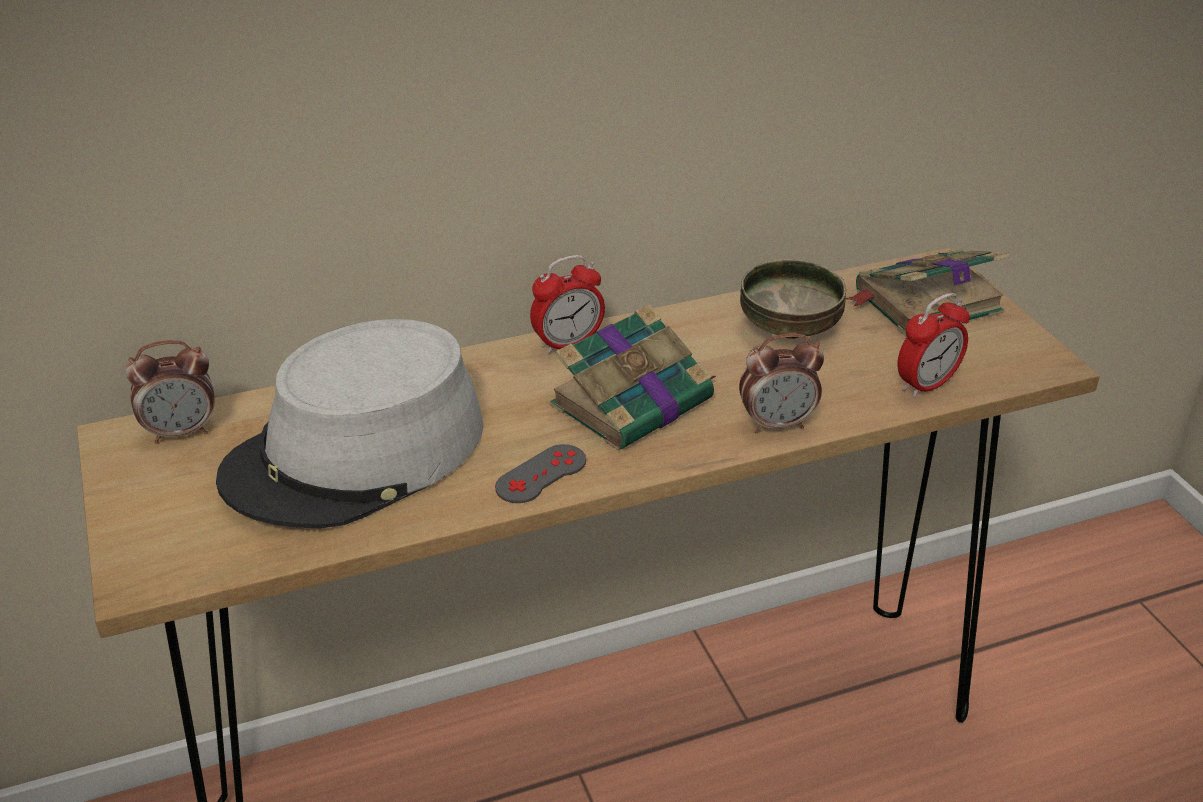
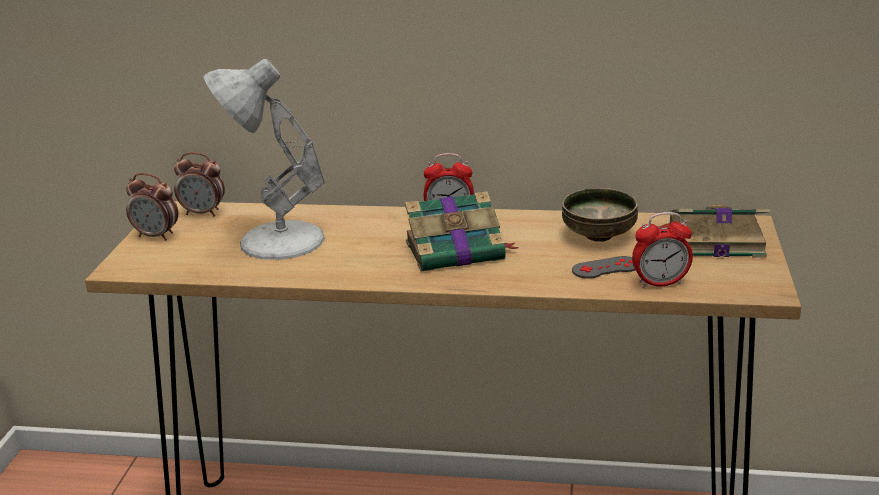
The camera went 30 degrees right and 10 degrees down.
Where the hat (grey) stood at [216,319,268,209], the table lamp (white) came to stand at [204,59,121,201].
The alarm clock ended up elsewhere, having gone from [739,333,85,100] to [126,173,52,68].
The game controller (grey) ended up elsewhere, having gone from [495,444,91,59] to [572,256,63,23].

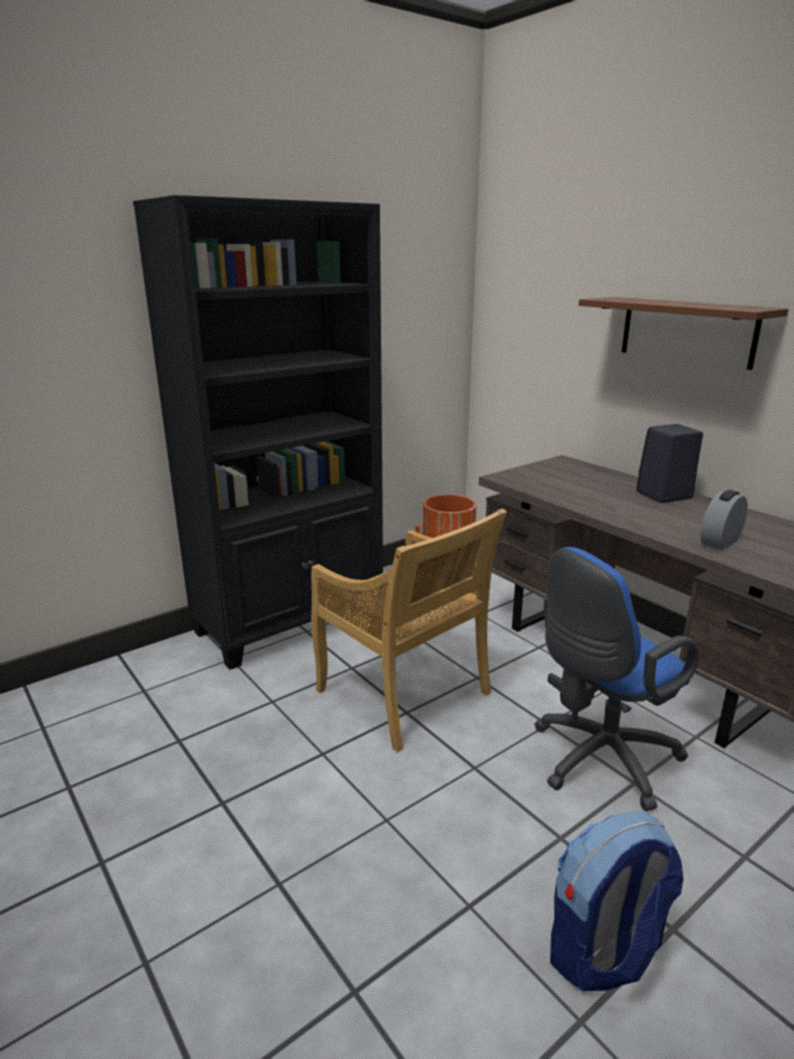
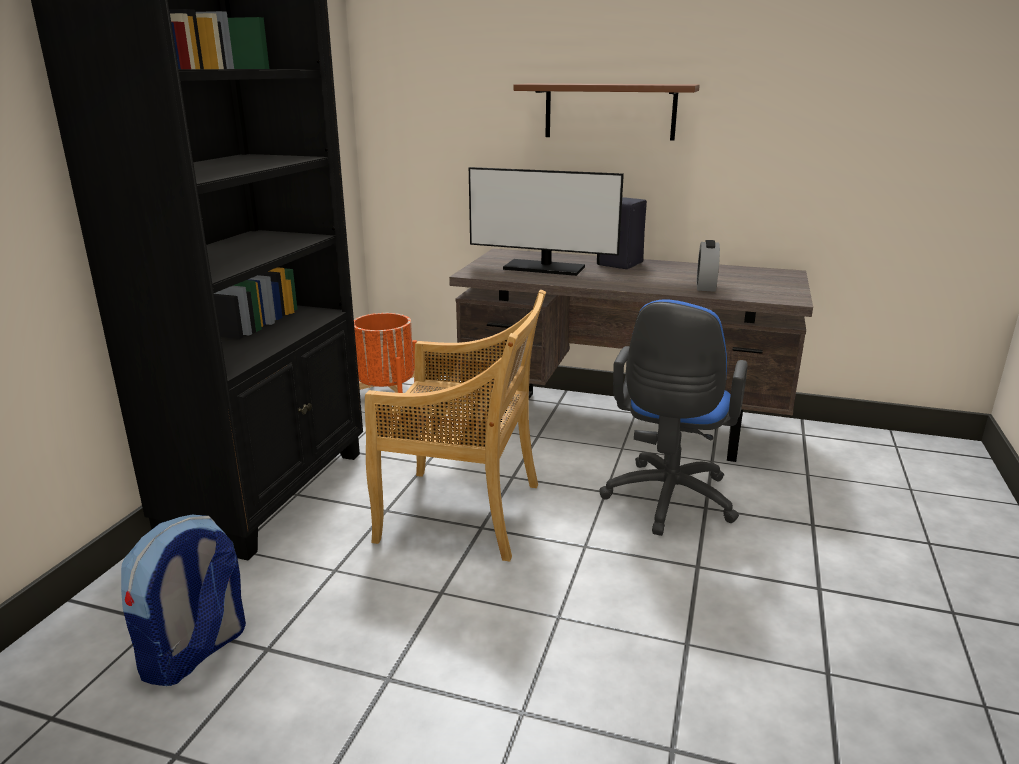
The camera went 35 degrees left and 0 degrees up.
The backpack ended up elsewhere, having gone from [550,811,134,180] to [121,515,125,171].
The second view gained the monitor at [469,167,155,109].

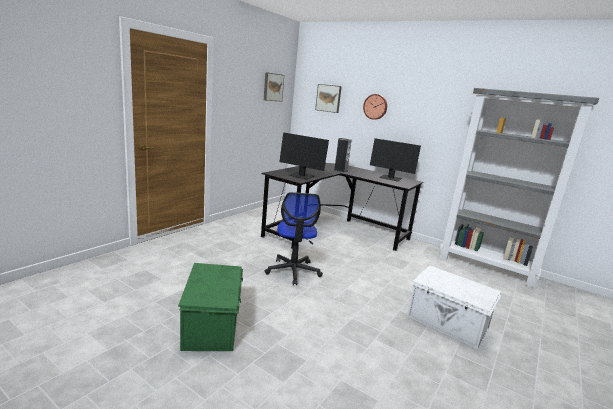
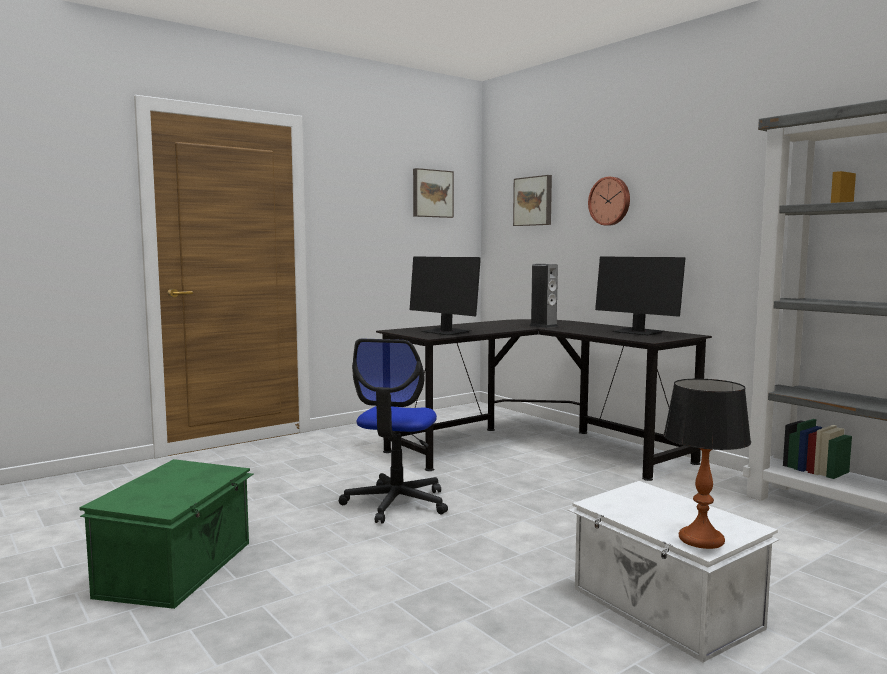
The camera went 20 degrees right and 10 degrees down.
The second view gained the table lamp at [663,379,88,170].

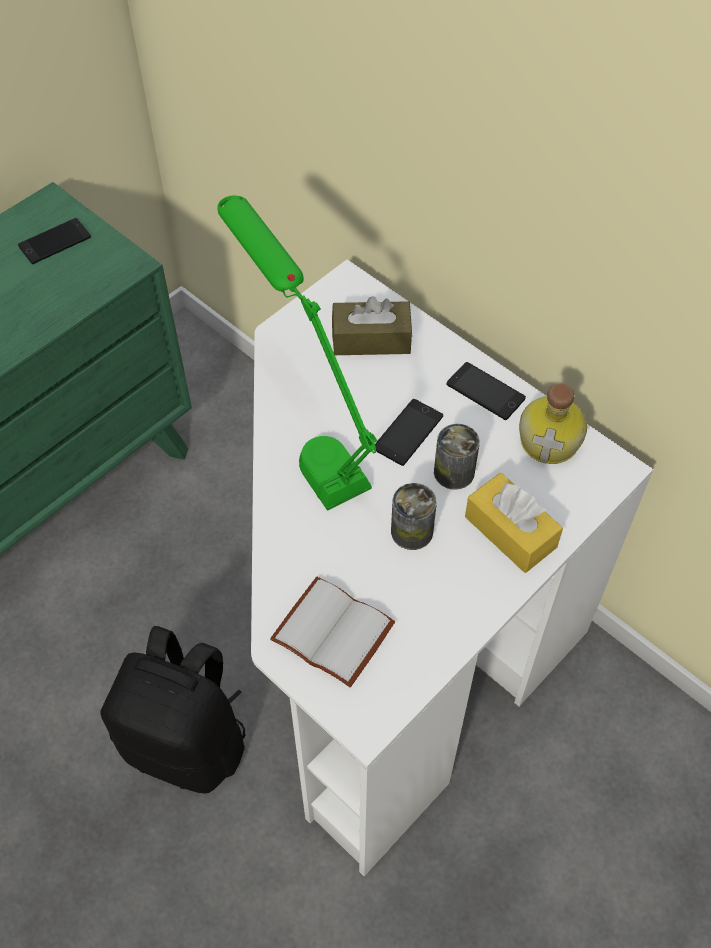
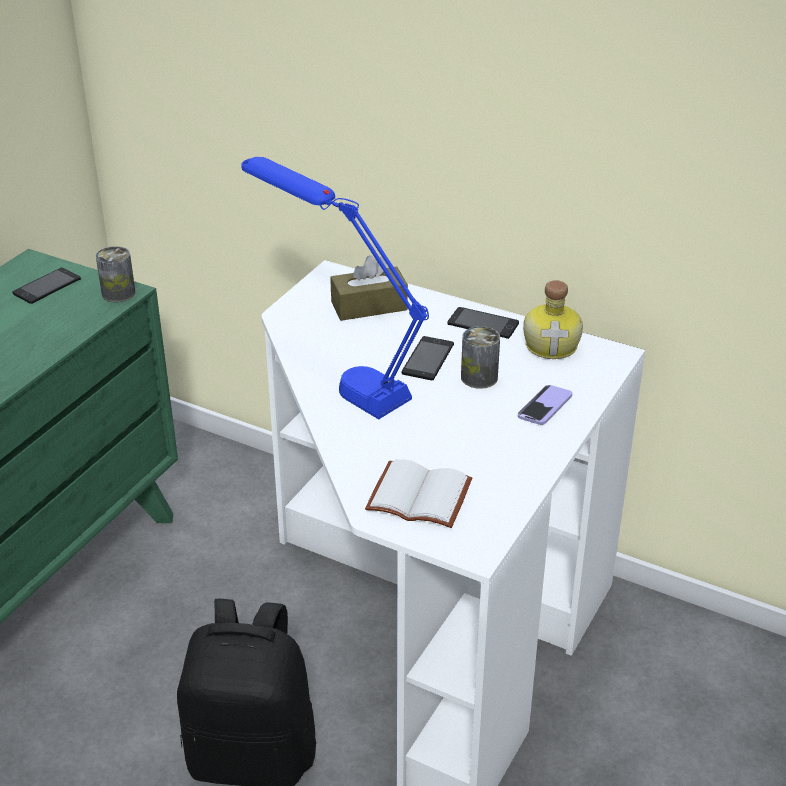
The camera went 15 degrees left and 20 degrees down.
What was the table lamp (green) at [217,196,160,315] turned into the table lamp (blue) at [241,157,188,262].
Where the tissue box (yellow) stood at [465,473,98,100], the phone came to stand at [518,385,54,40].
The can ended up elsewhere, having gone from [391,483,46,67] to [96,246,39,56].

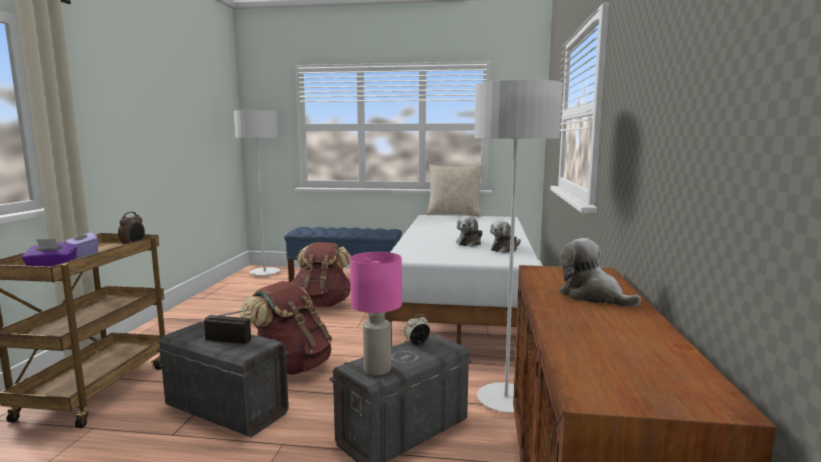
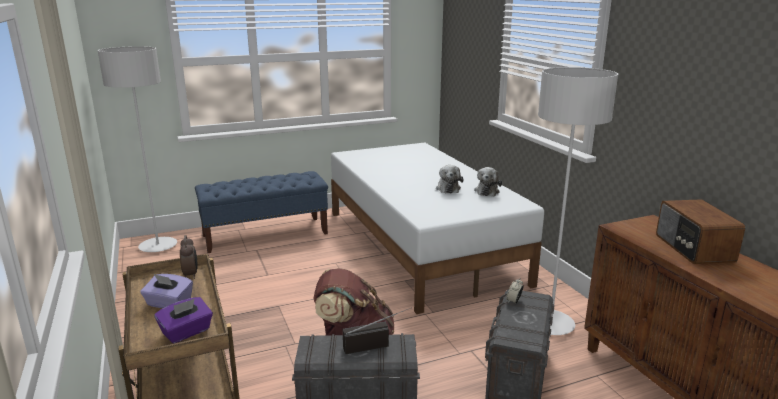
The camera went 30 degrees left and 10 degrees up.
The second view lost the pillow (beige) at [426,165,56,52].
Where the plush toy stood at [559,238,82,69], the radio came to stand at [656,199,89,65].
The second view lost the backpack (brown) at [291,242,60,65].
The second view lost the table lamp (pink) at [350,252,52,123].

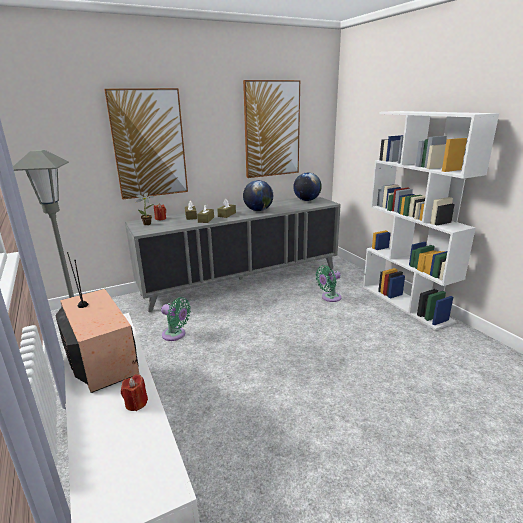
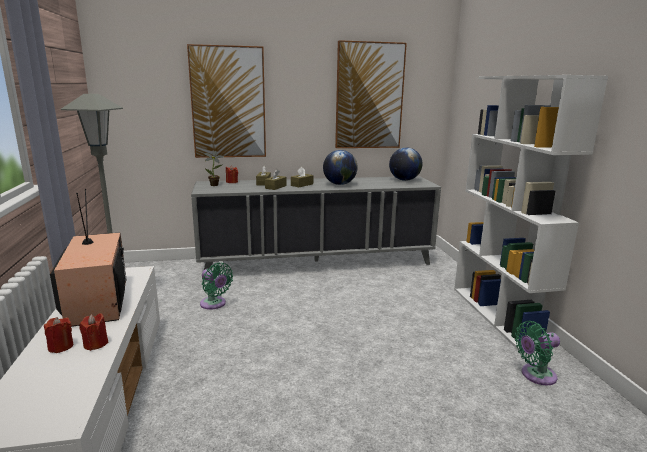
The camera went 15 degrees right and 5 degrees down.
The fan (green) ended up elsewhere, having gone from [316,265,25,37] to [515,321,45,64].
The second view gained the candle (red) at [44,317,29,36].

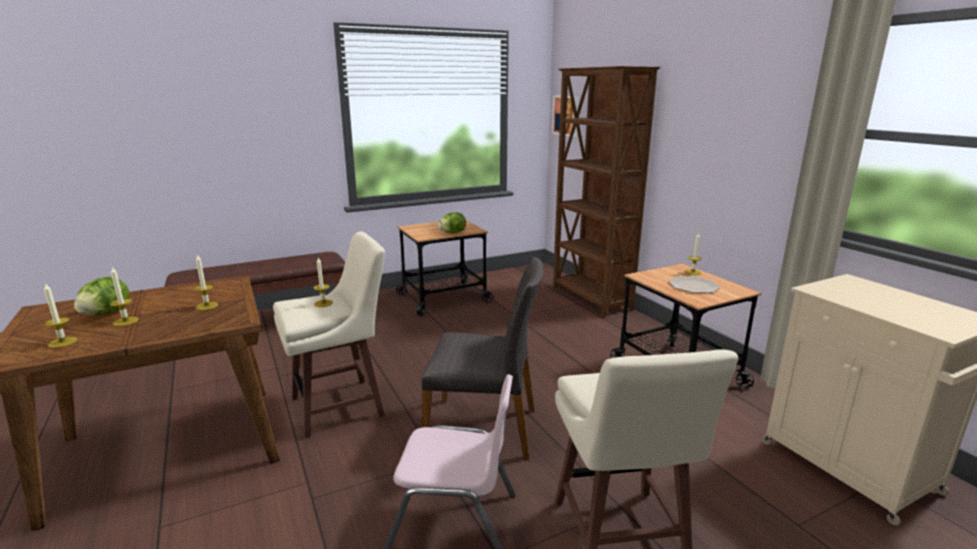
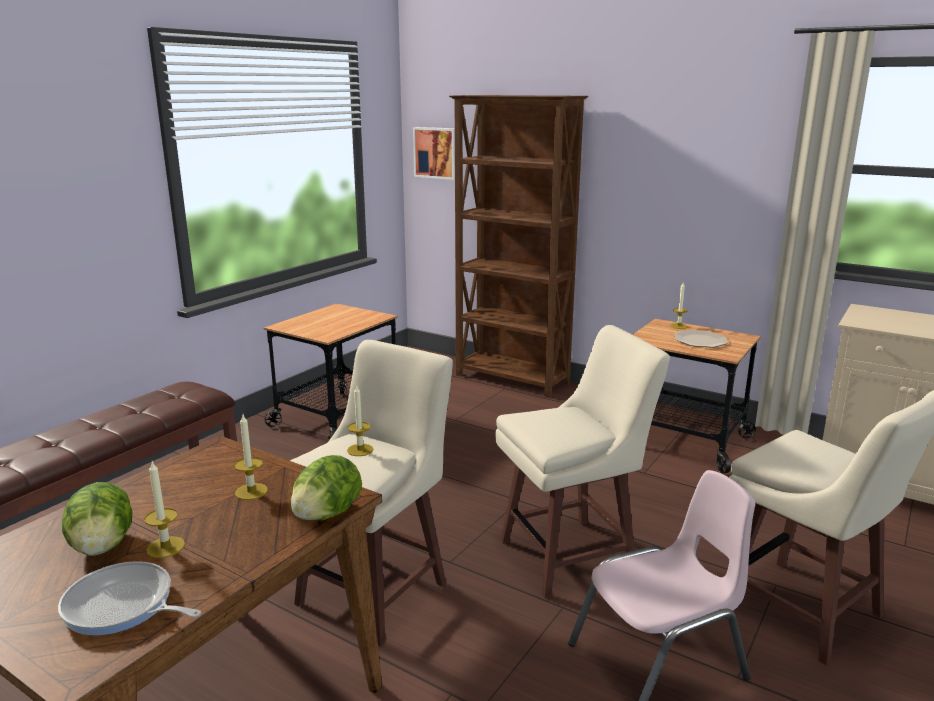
The camera went 30 degrees left and 0 degrees up.
The lettuce ended up elsewhere, having gone from [438,212,28,21] to [291,455,71,66].
Where the chair (grey) stood at [421,257,123,202], the stool (beige) came to stand at [495,325,175,274].
Where the candle stood at [44,283,33,65], the frying pan came to stand at [58,561,143,74].

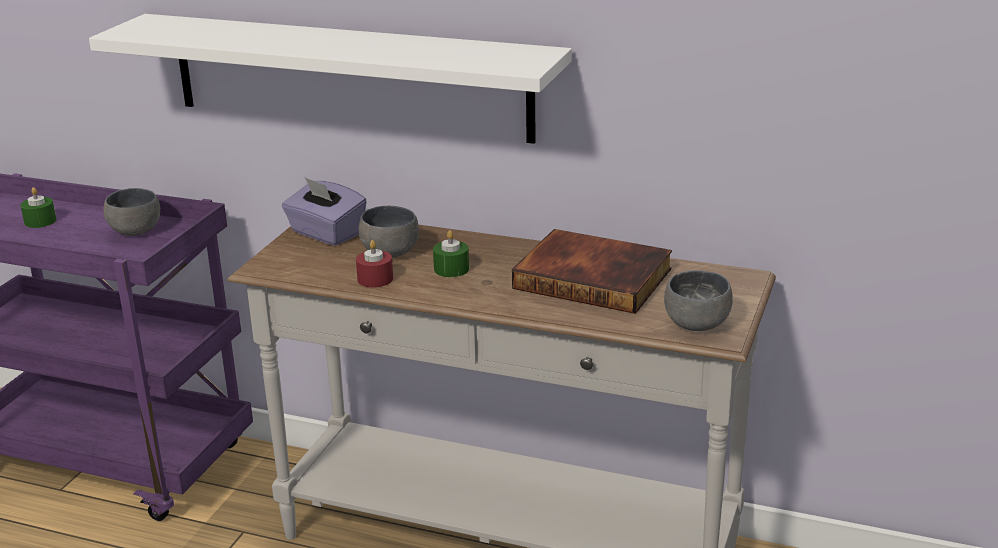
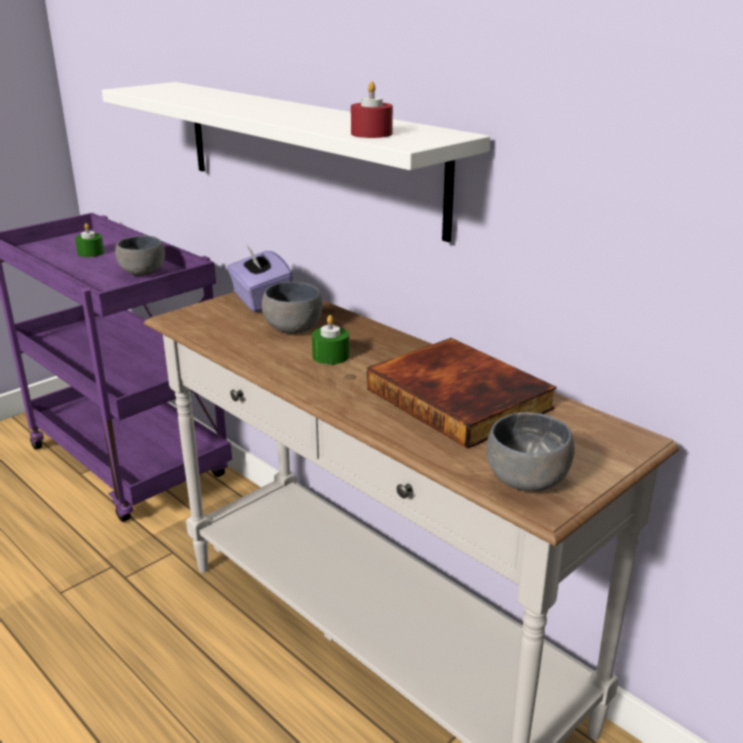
The camera went 25 degrees right and 0 degrees up.
The candle (red) ended up elsewhere, having gone from [356,240,37,47] to [351,81,42,57].

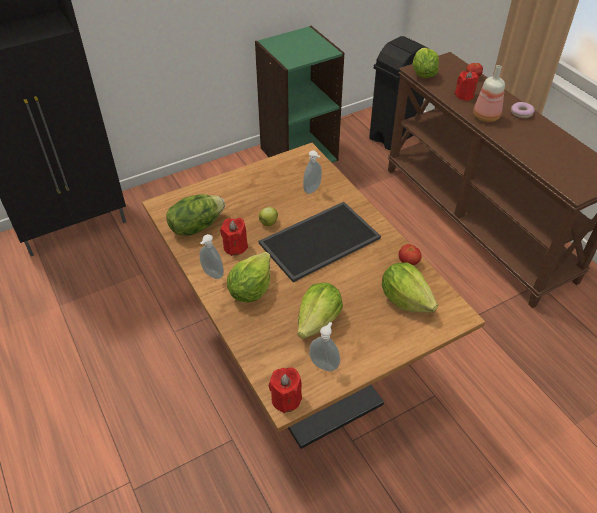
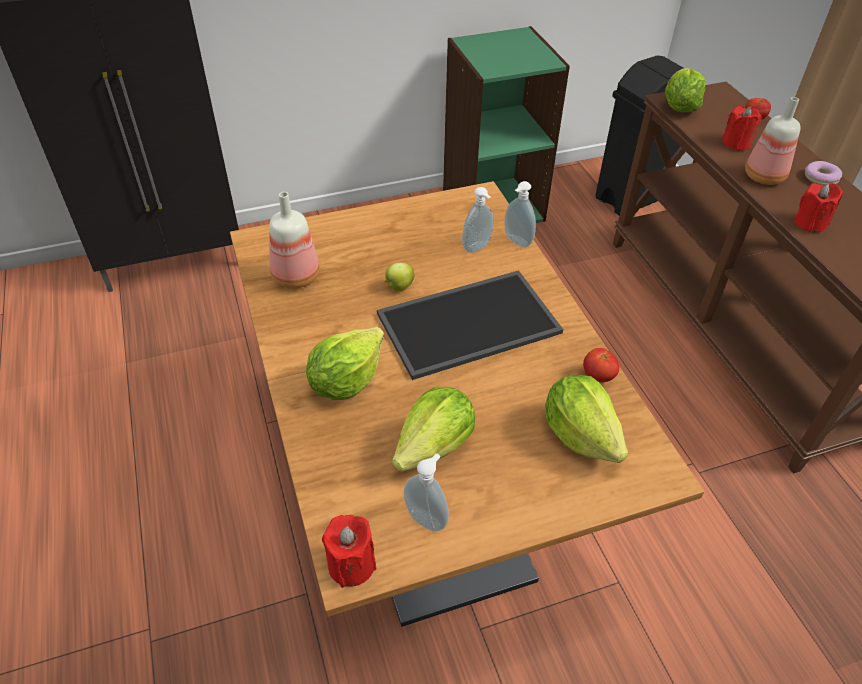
The camera went 10 degrees right and 0 degrees up.
Where the lettuce stood at [166,194,59,42], the bottle came to stand at [269,192,51,96].
The candle (red) ended up elsewhere, having gone from [220,218,28,38] to [794,183,49,50].
The soap dispenser ended up elsewhere, having gone from [199,234,25,45] to [504,181,32,67].

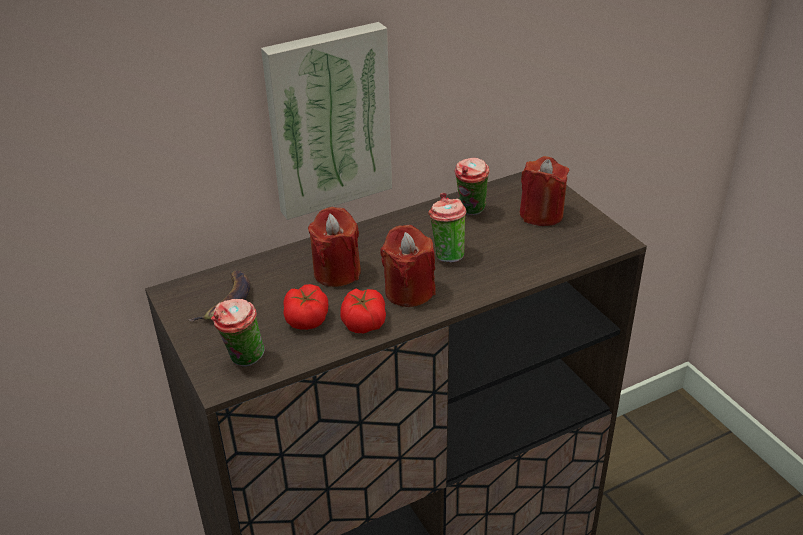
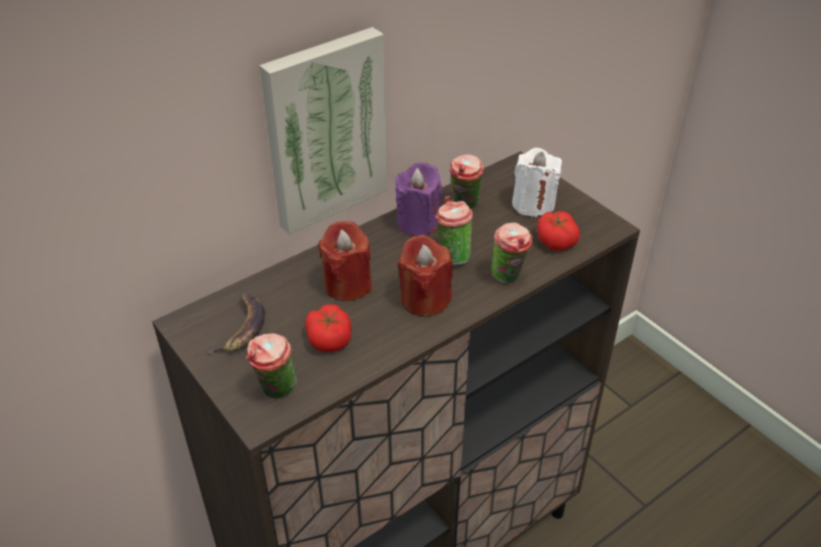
The camera went 10 degrees left and 5 degrees up.
What was the candle (red) at [519,156,50,70] turned into the candle (white) at [512,148,50,69].
The tomato ended up elsewhere, having gone from [341,289,45,44] to [537,211,43,40].
The second view gained the candle (purple) at [395,162,47,74].
The second view gained the cup at [491,223,42,60].

